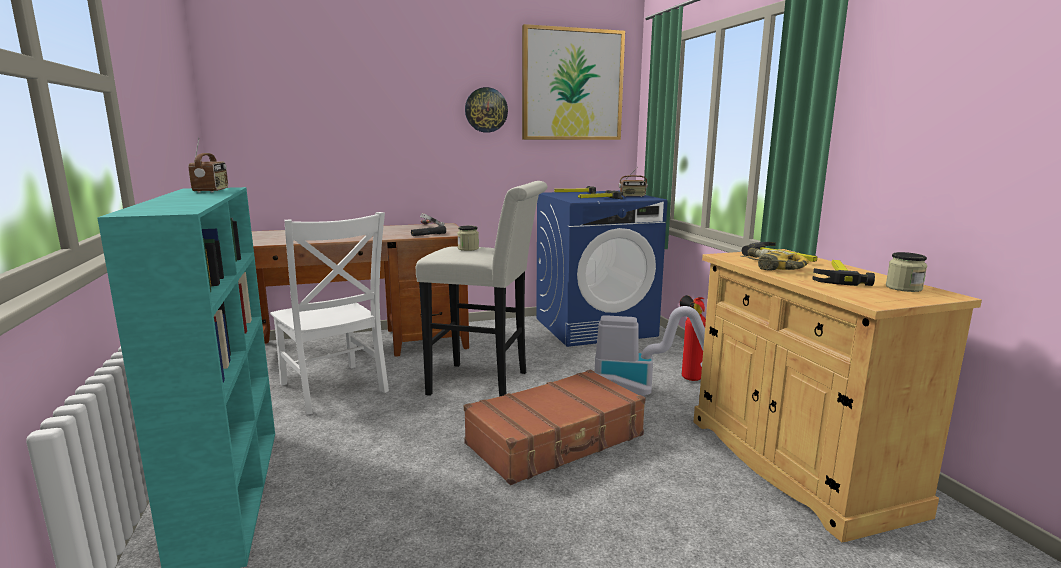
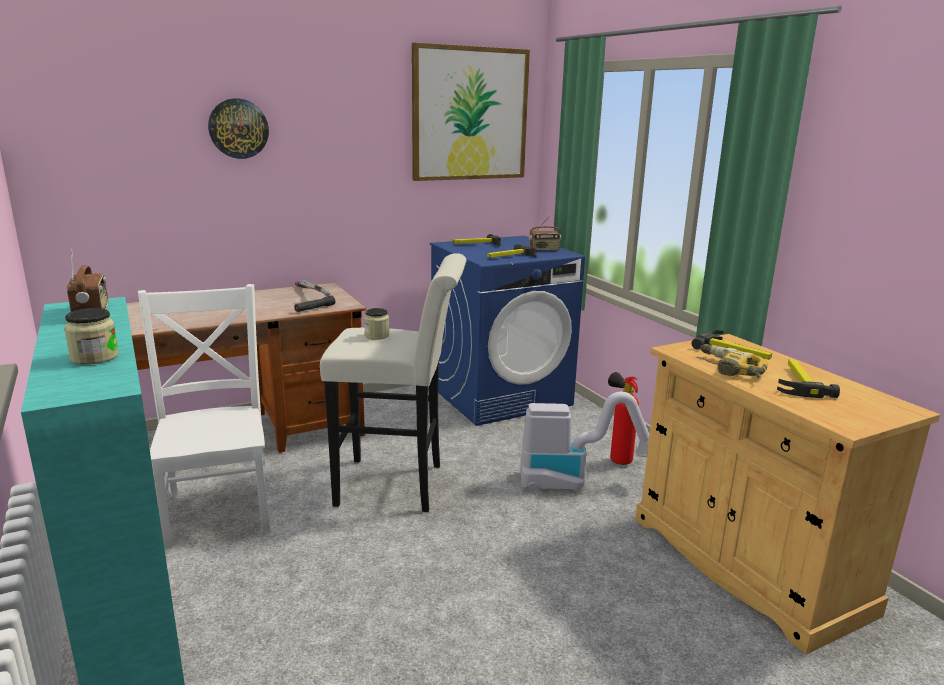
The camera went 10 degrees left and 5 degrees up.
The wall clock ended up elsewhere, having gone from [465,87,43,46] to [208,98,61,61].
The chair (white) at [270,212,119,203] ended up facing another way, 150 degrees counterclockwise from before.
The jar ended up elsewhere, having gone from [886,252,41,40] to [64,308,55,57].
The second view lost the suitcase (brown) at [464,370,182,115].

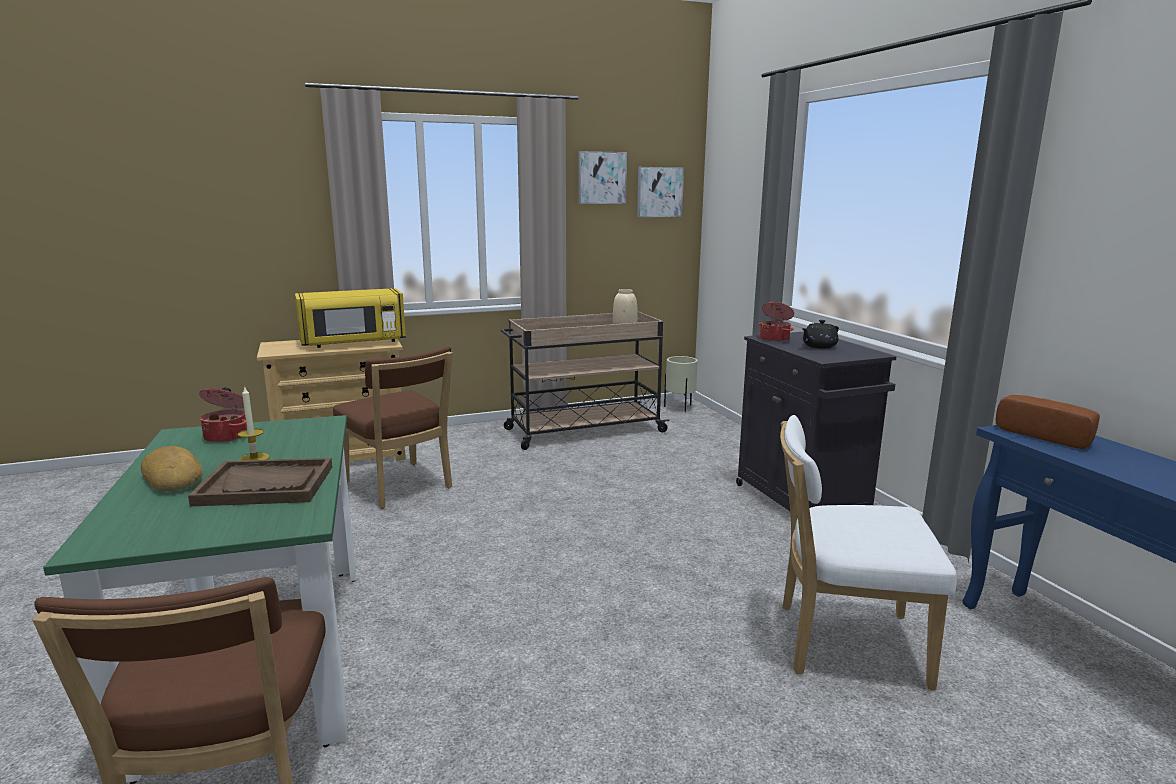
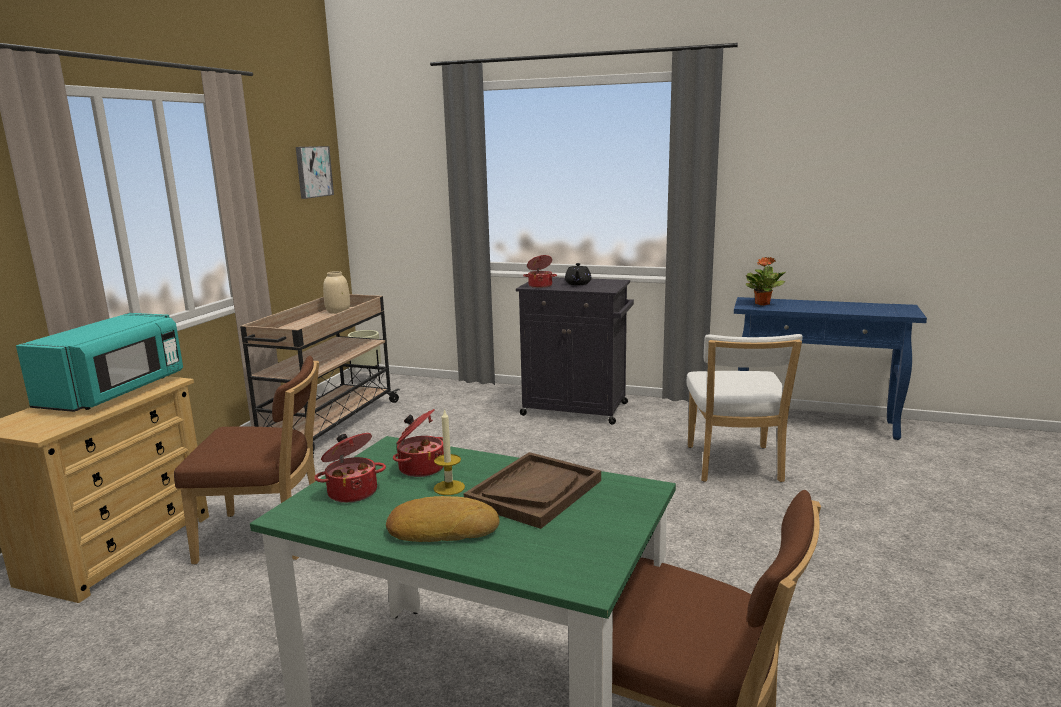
The camera went 50 degrees left and 0 degrees up.
The second view lost the picture at [578,151,49,53].
What was the microwave (yellow) at [295,288,111,60] turned into the microwave (turquoise) at [16,313,167,99].
Where the bread stood at [996,395,104,54], the potted plant came to stand at [745,257,41,49].
The chair (white) at [780,415,177,275] ended up facing another way, 45 degrees counterclockwise from before.
The second view gained the cooking pot at [393,409,51,68].

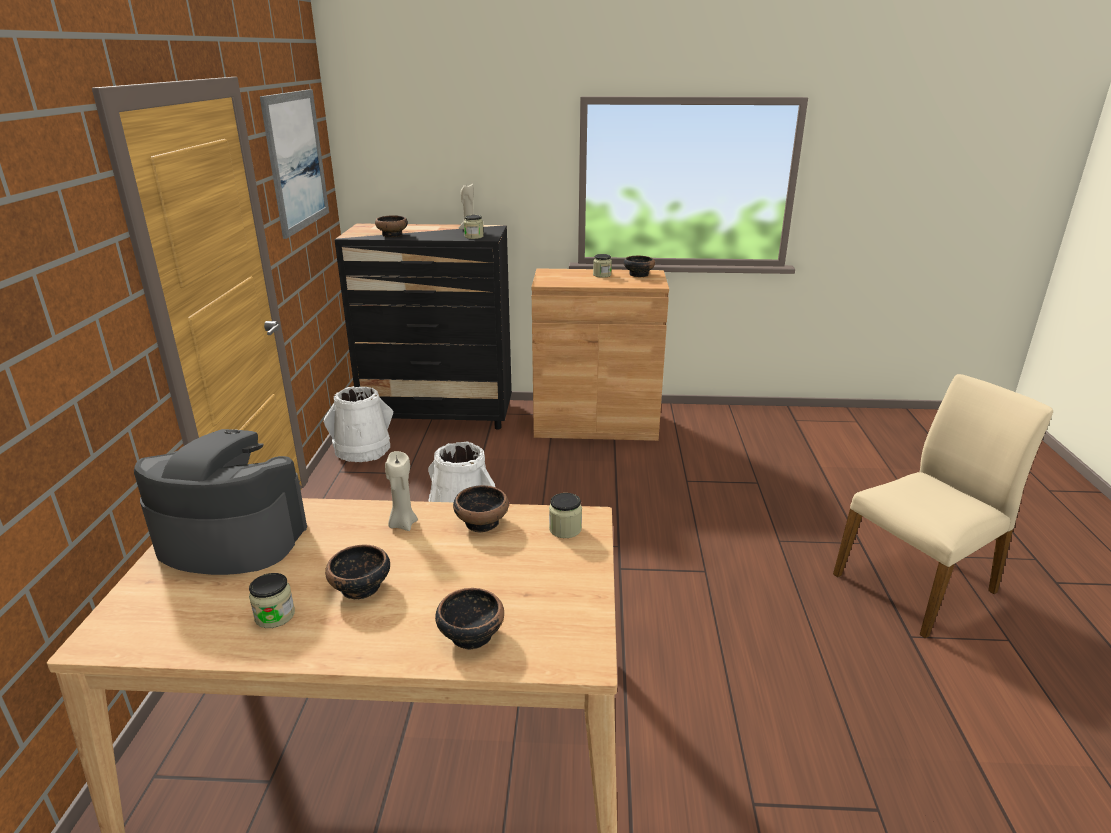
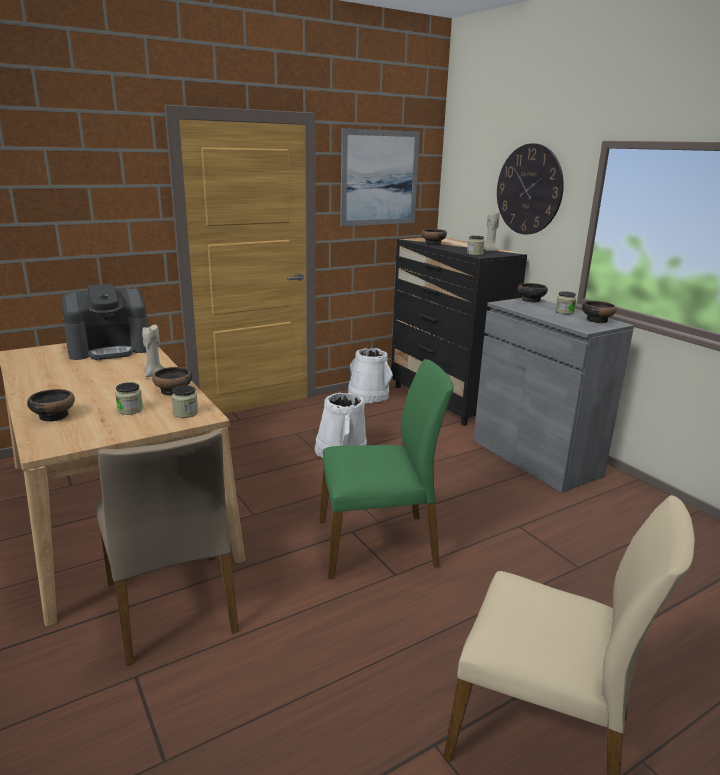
The camera went 55 degrees right and 5 degrees down.
What was the cabinet (brown) at [531,268,138,173] turned into the cabinet (grey) at [473,298,161,195].
The coffee machine at [134,429,173,146] ended up facing another way, 90 degrees clockwise from before.
The bowl ended up elsewhere, having gone from [325,545,65,55] to [518,283,30,19].
The jar ended up elsewhere, having gone from [249,573,46,55] to [115,382,28,33].
The second view gained the wall clock at [497,143,67,91].
The second view gained the chair (green) at [320,359,134,220].
The second view gained the chair (beige) at [96,429,143,237].

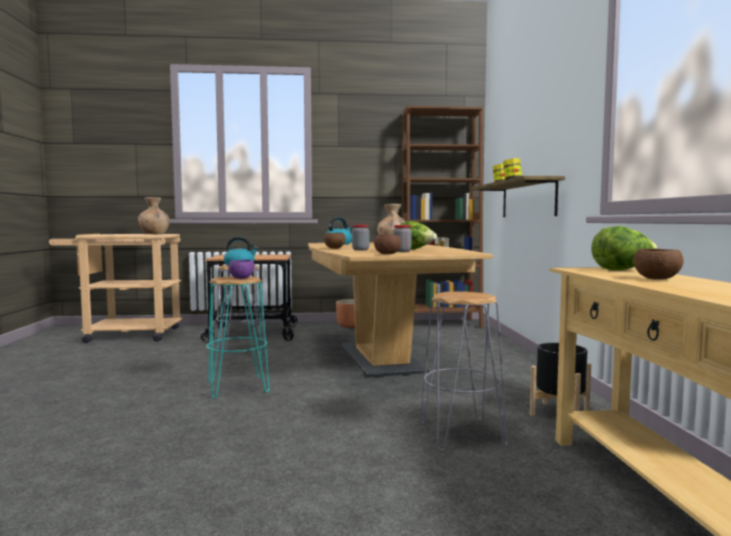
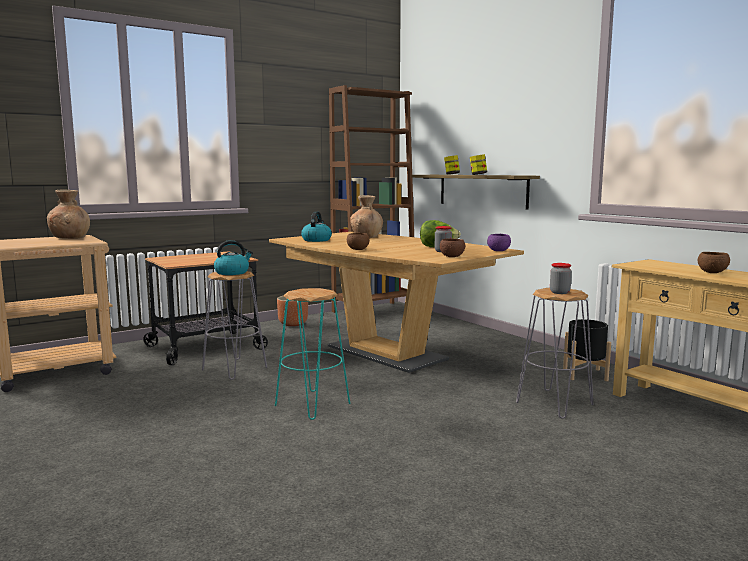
The camera went 30 degrees left and 5 degrees up.
The jar ended up elsewhere, having gone from [352,225,17,26] to [550,263,22,31].
The second view lost the lettuce at [591,226,67,44].
The bowl (purple) ended up elsewhere, having gone from [228,260,27,19] to [487,234,24,17].

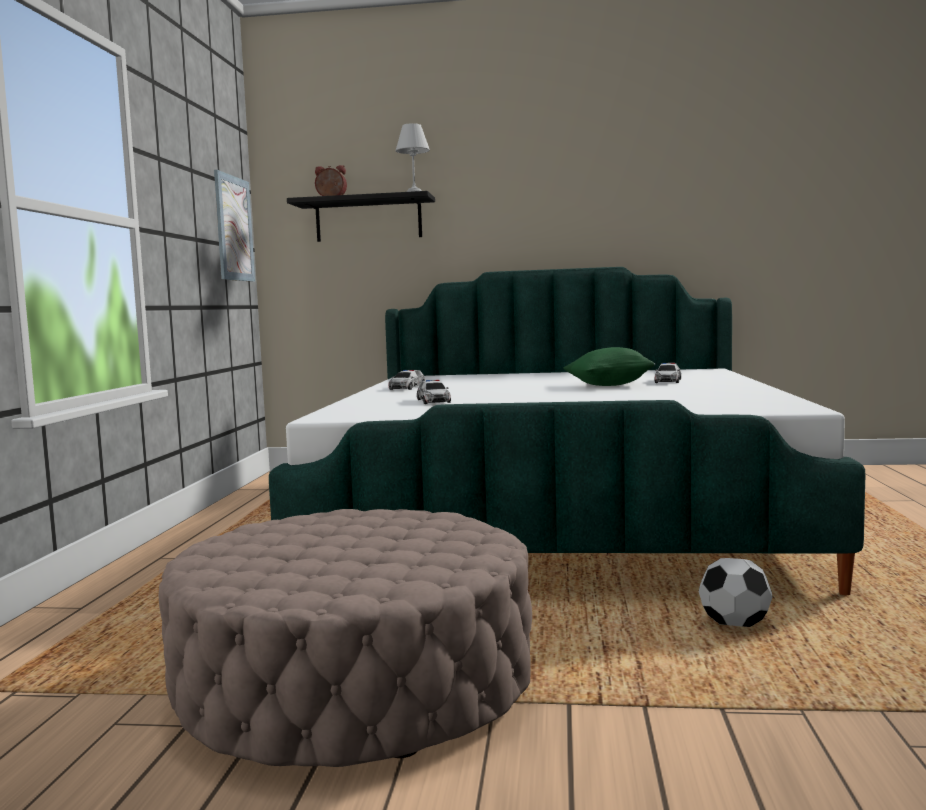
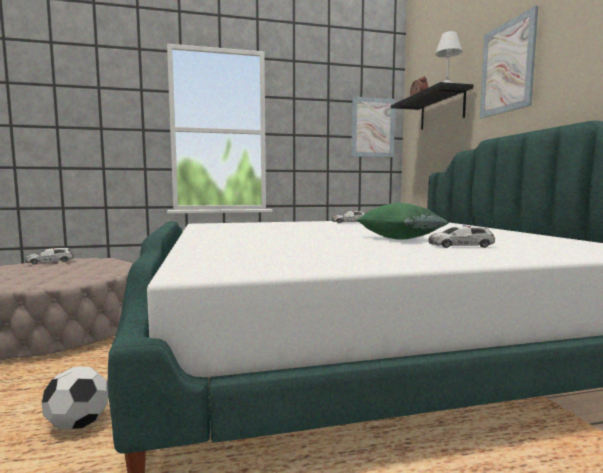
The camera went 70 degrees right and 0 degrees up.
The toy car ended up elsewhere, having gone from [417,380,34,24] to [25,248,49,16].
The second view gained the picture at [480,6,58,113].

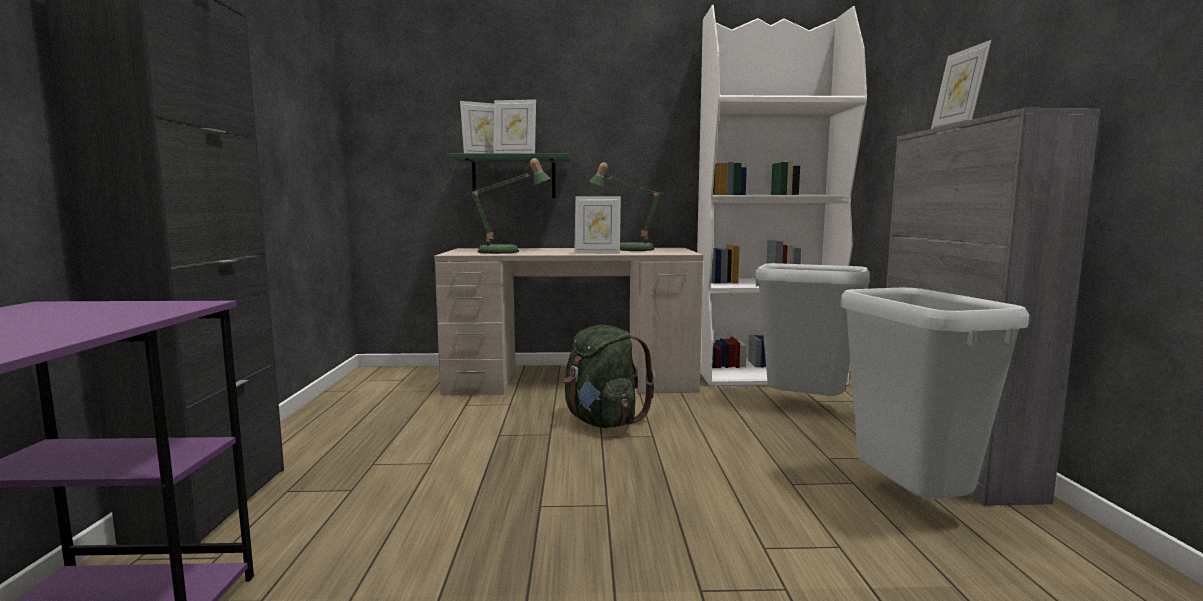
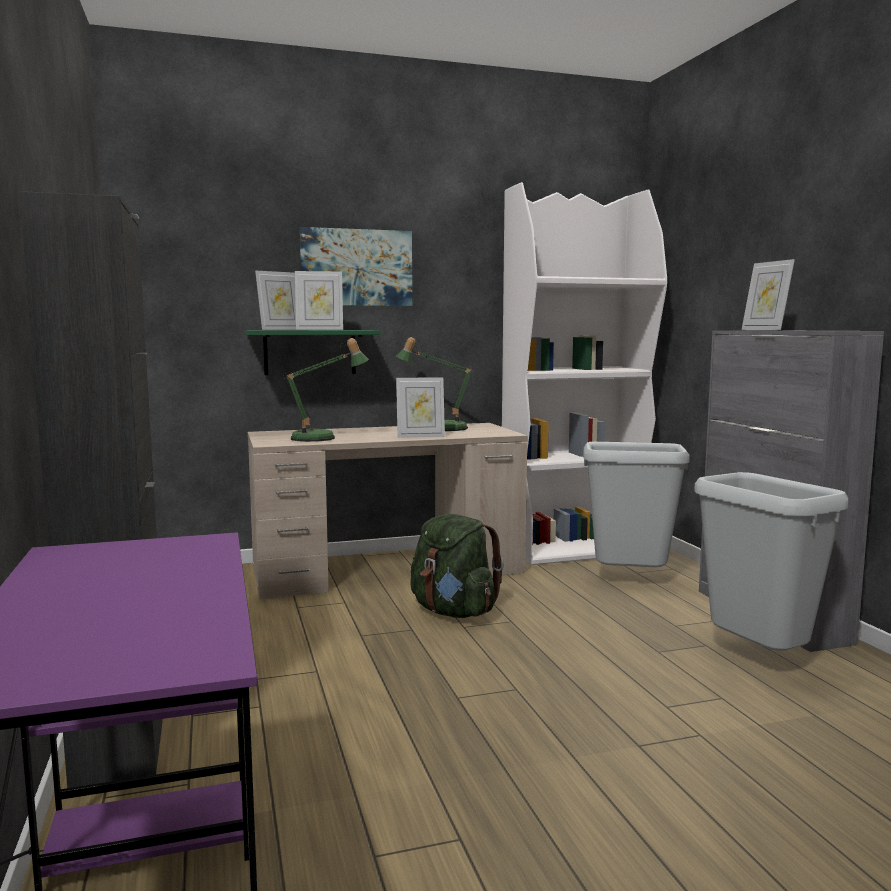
The camera went 15 degrees left and 0 degrees up.
The second view gained the picture at [299,227,113,79].

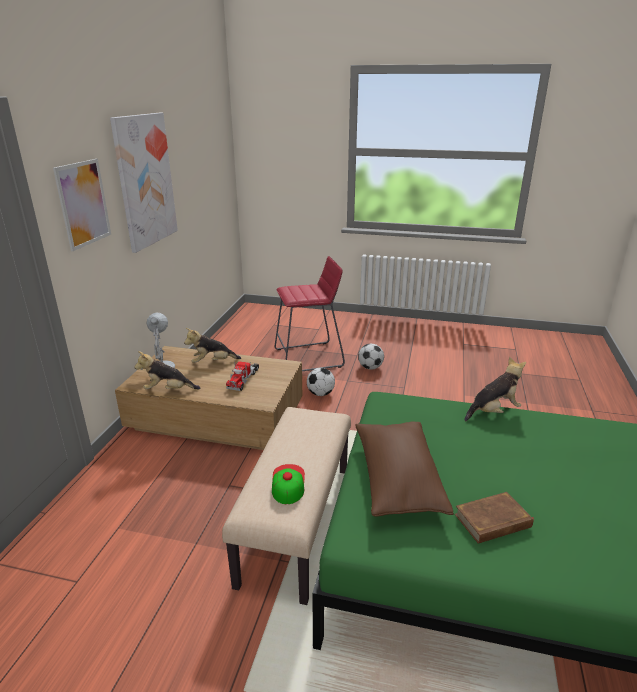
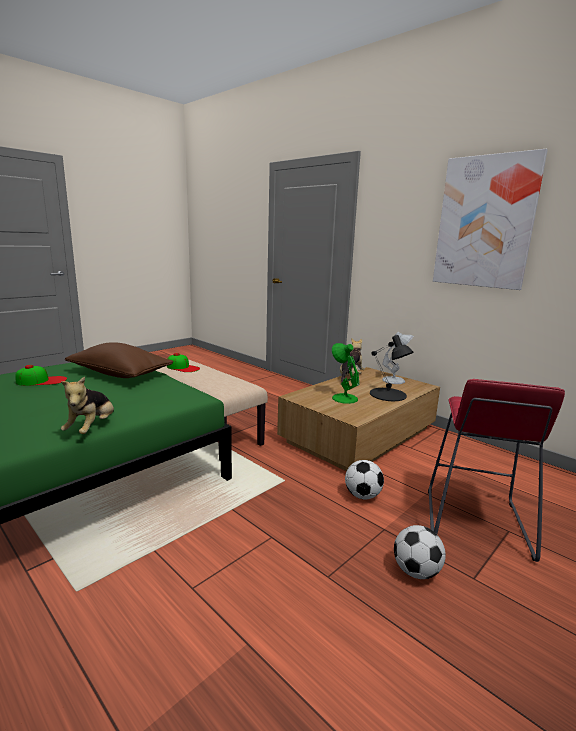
The camera went 120 degrees right and 10 degrees down.
The second view lost the picture at [53,159,58,92].
Where the plush toy stood at [184,328,57,35], the table lamp (black) came to stand at [370,335,44,66].
Where the toy truck stood at [226,361,33,30], the table lamp (green) came to stand at [332,343,27,61].
Where the book (brown) stood at [455,492,79,52], the cap came to stand at [15,365,52,21].

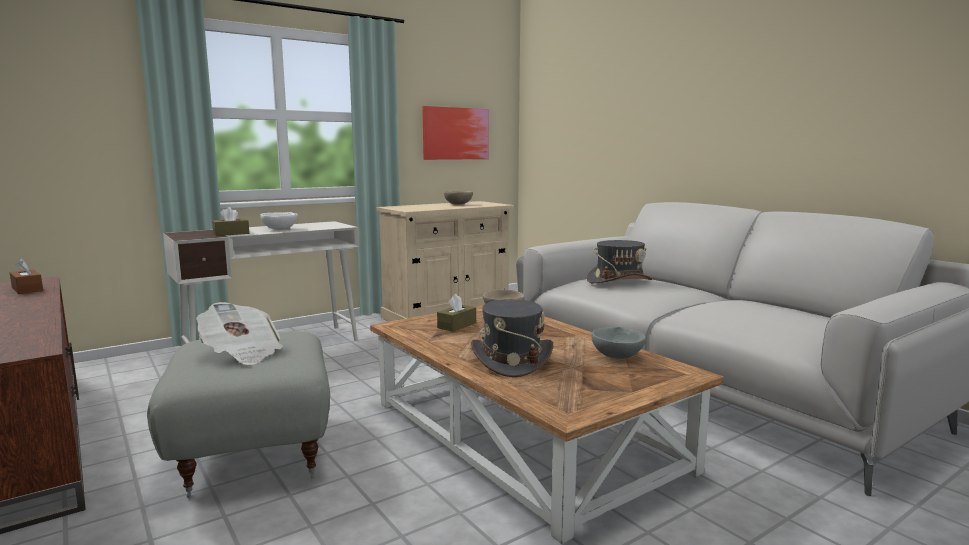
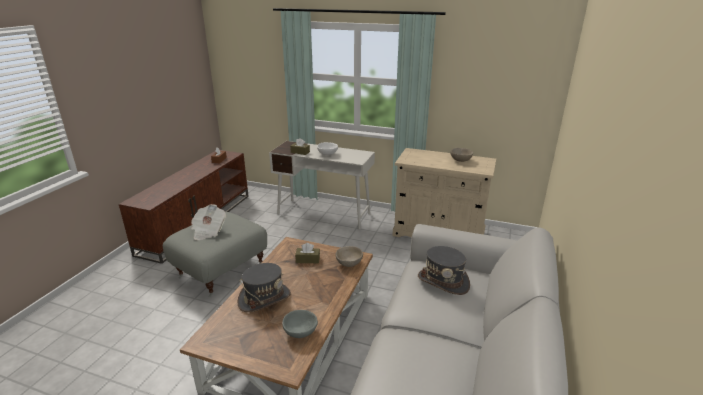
The camera went 55 degrees right and 15 degrees up.
The second view lost the picture at [422,106,67,54].

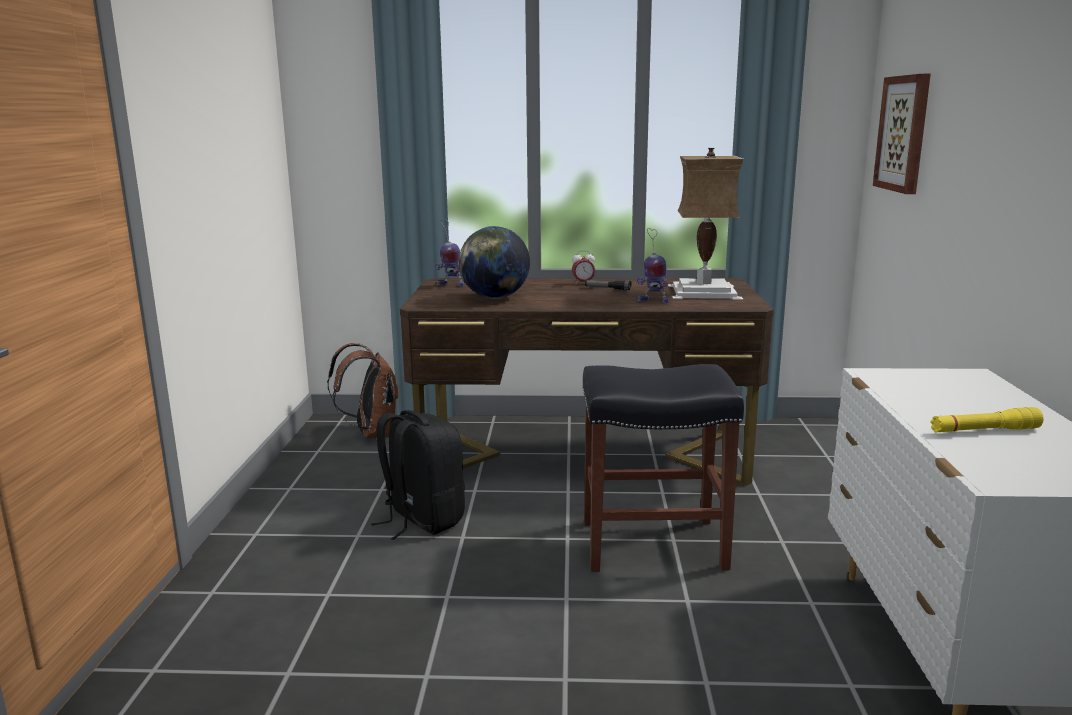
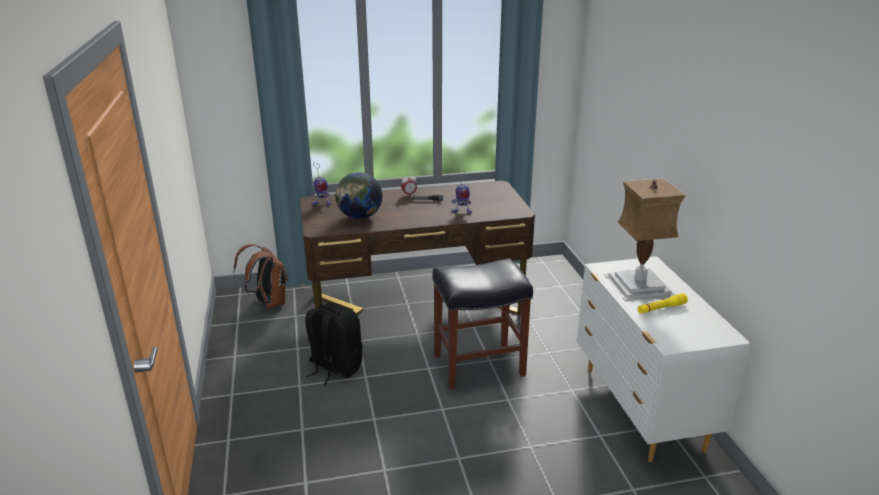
The camera went 15 degrees left and 10 degrees up.
The second view lost the picture at [873,74,58,120].
The table lamp ended up elsewhere, having gone from [668,148,76,152] to [604,178,82,123].

